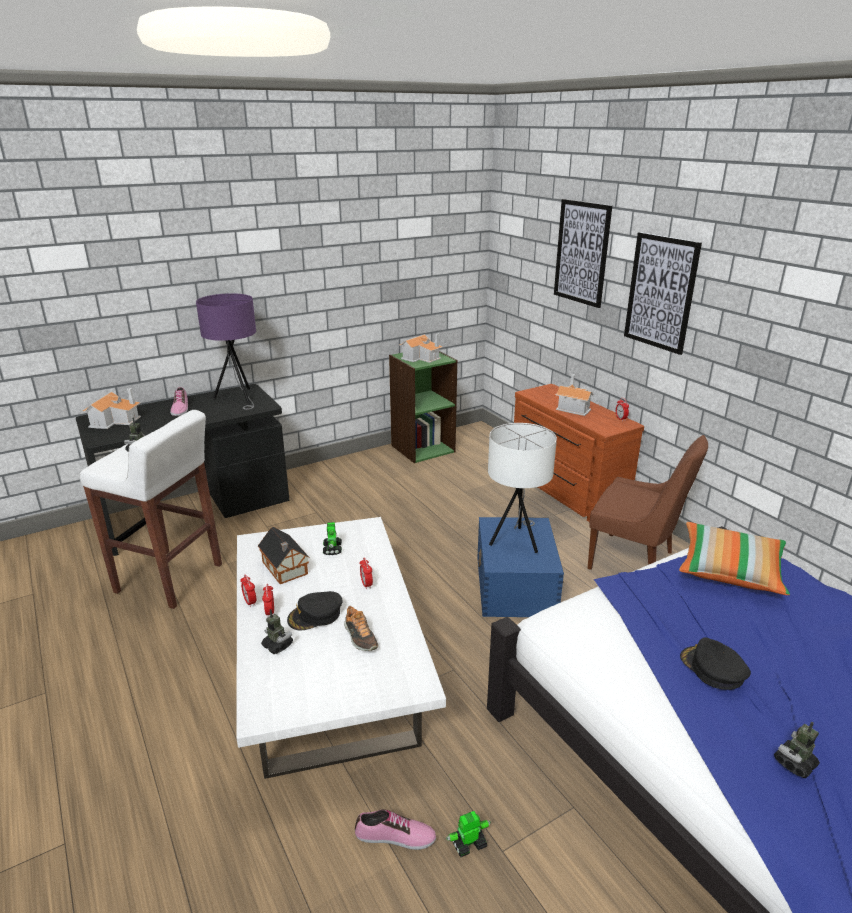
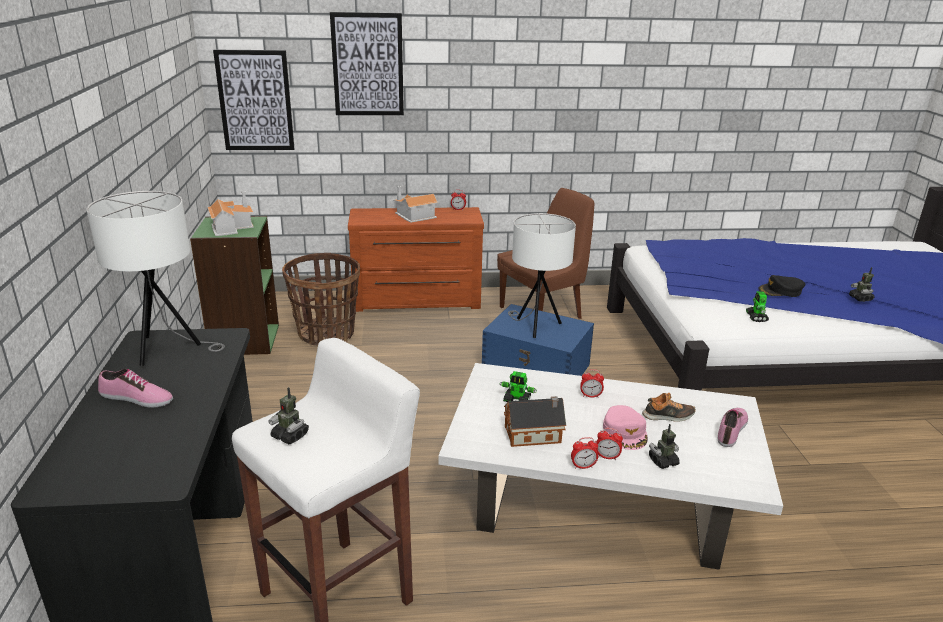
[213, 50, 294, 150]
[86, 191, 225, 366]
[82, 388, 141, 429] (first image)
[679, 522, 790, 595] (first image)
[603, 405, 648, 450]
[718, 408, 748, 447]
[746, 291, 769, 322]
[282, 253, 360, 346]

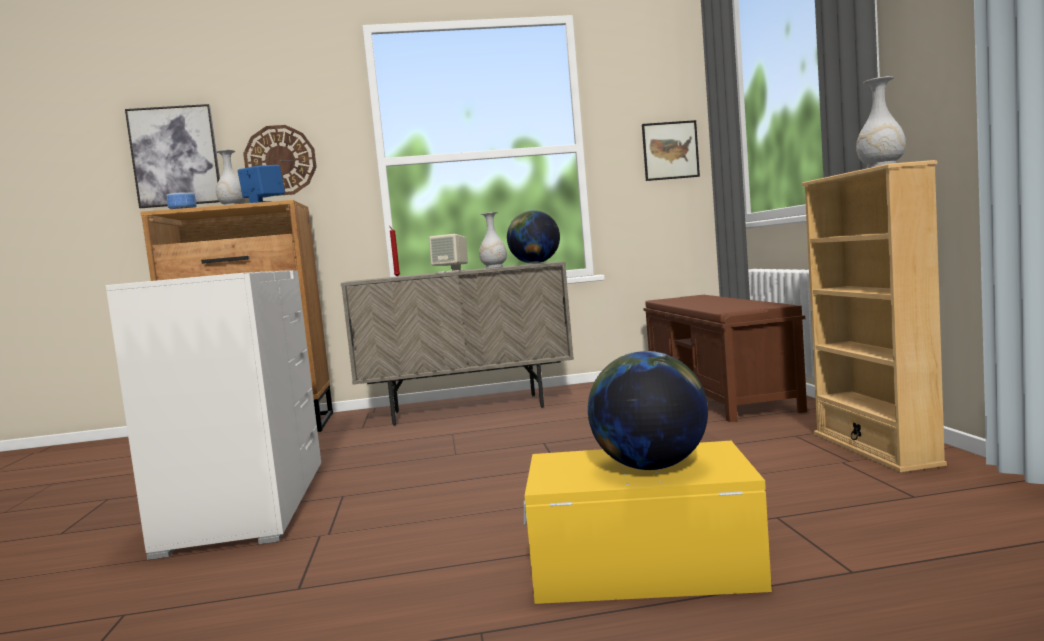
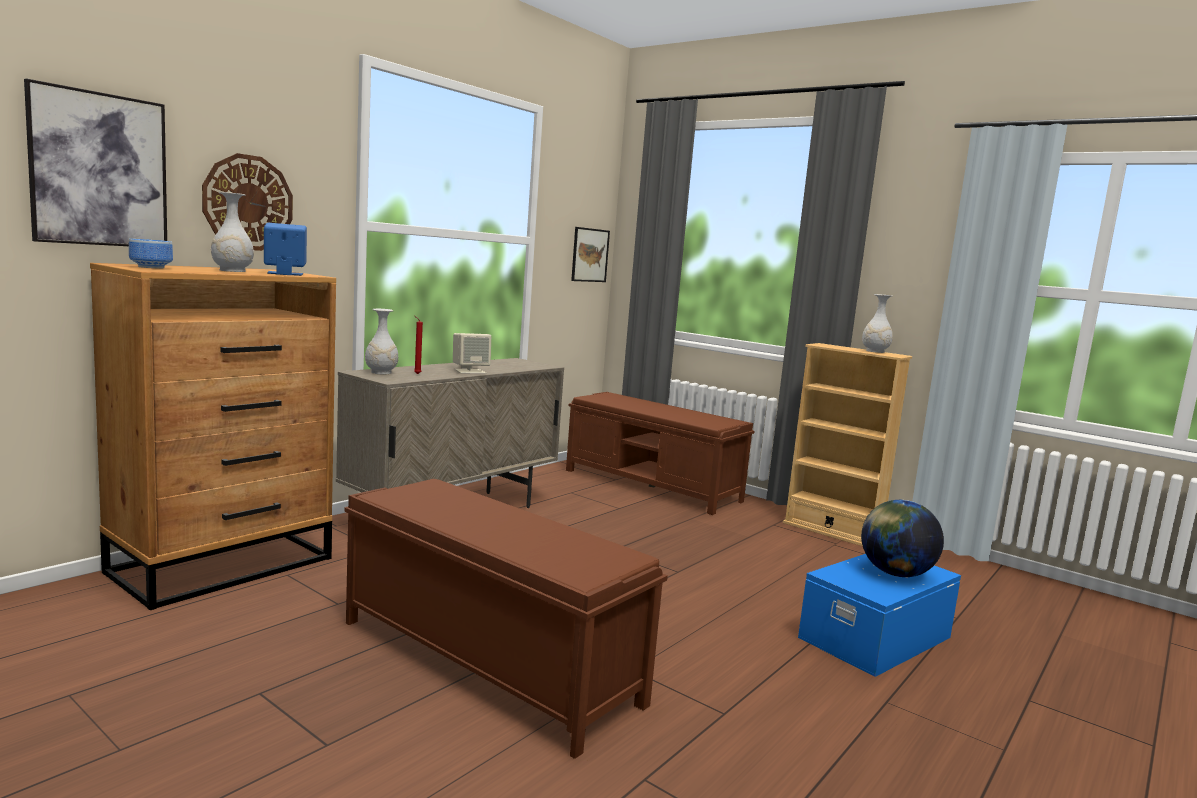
[507, 210, 560, 264] (first image)
[365, 309, 398, 374]
[344, 479, 668, 759]
[798, 554, 961, 677]

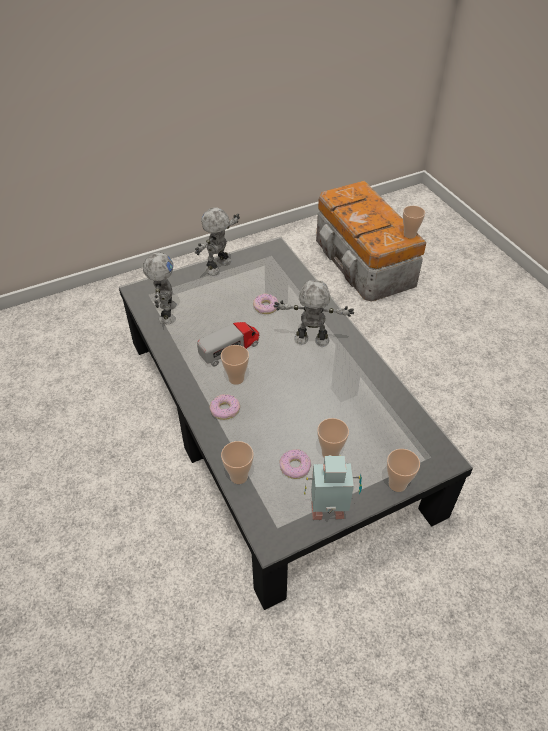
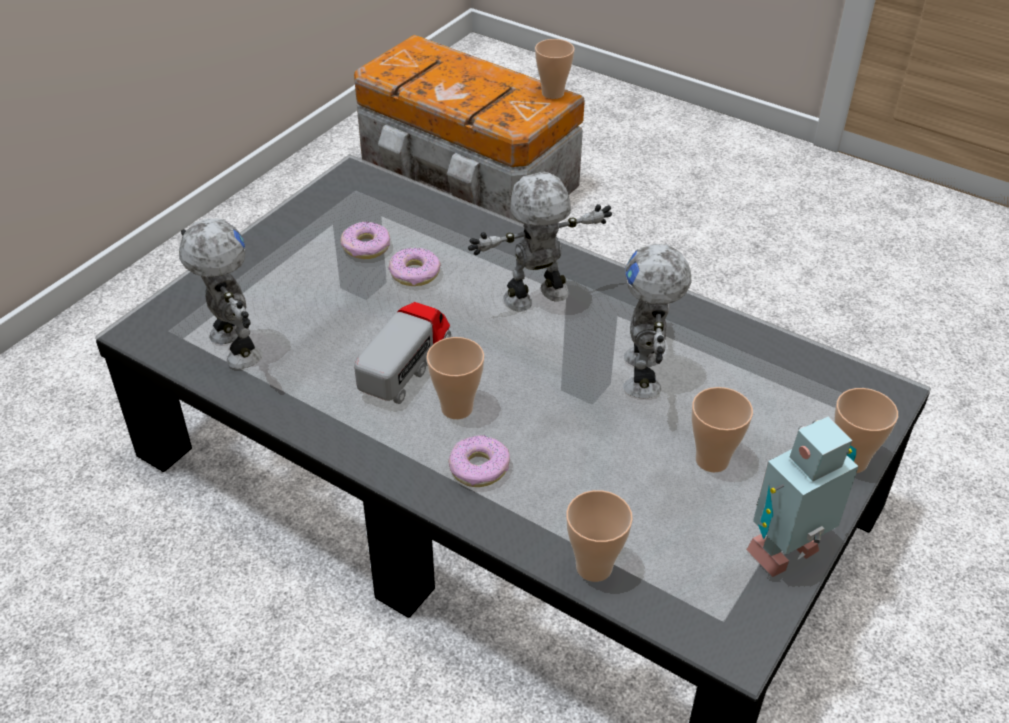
[624, 244, 691, 398]
[341, 221, 390, 259]

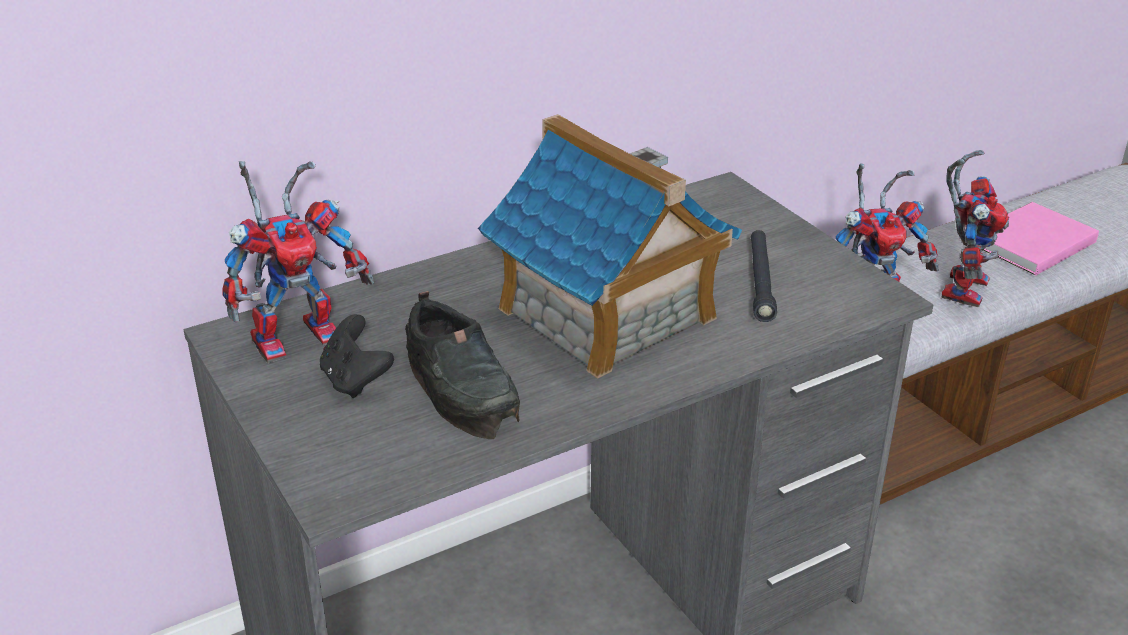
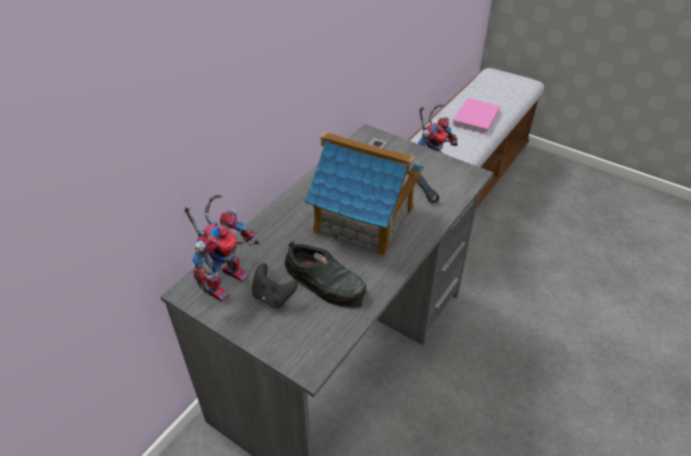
[942, 150, 1009, 308] (first image)

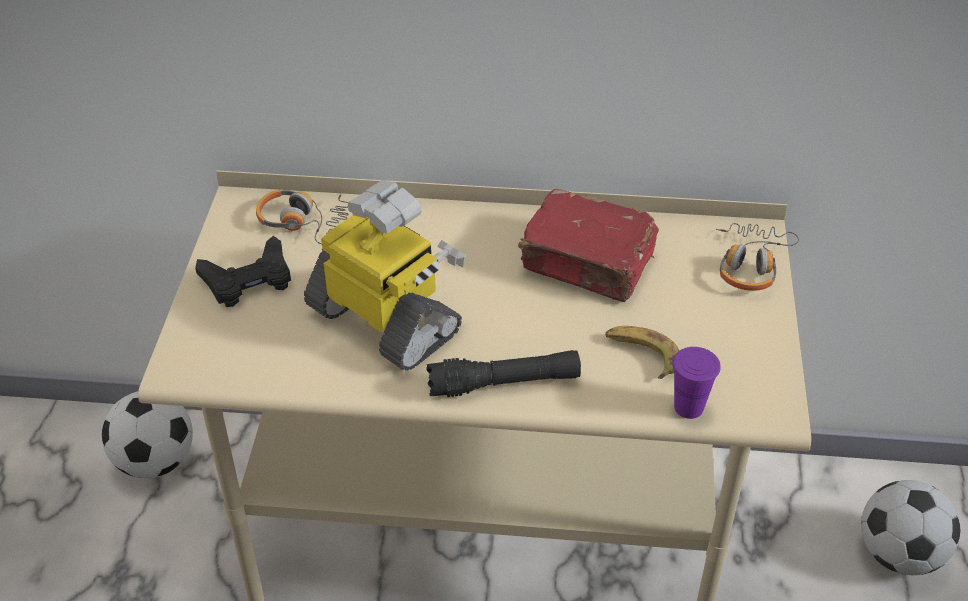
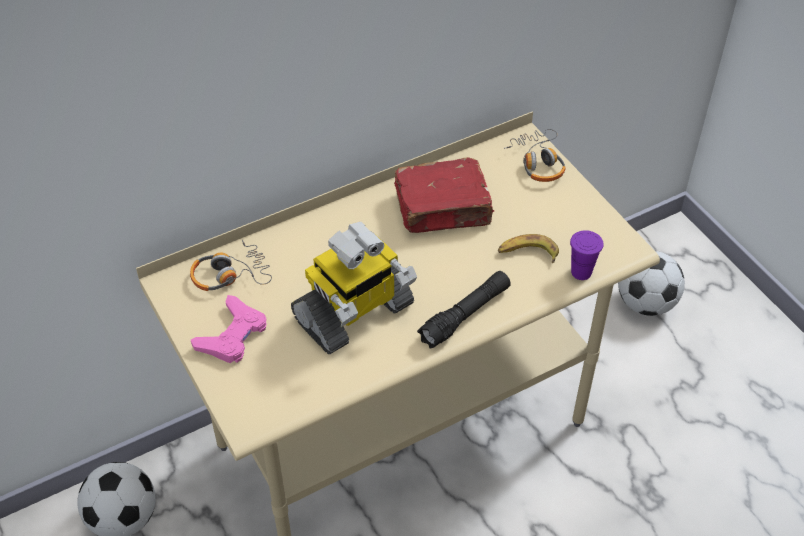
[291, 222, 417, 354]
[191, 295, 267, 363]

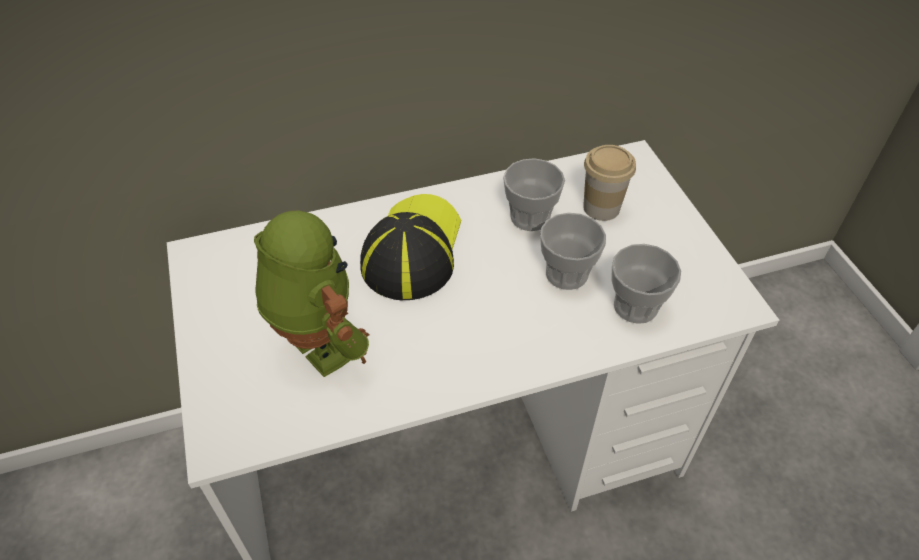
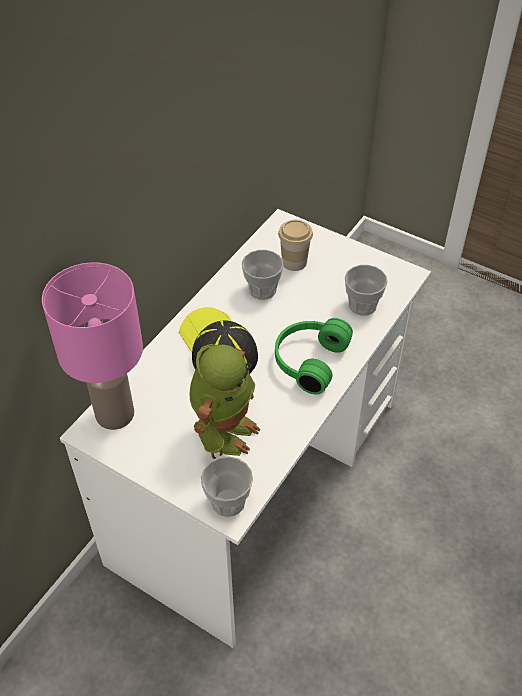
[189, 344, 260, 459]
[201, 456, 253, 517]
[42, 262, 143, 430]
[275, 318, 353, 394]

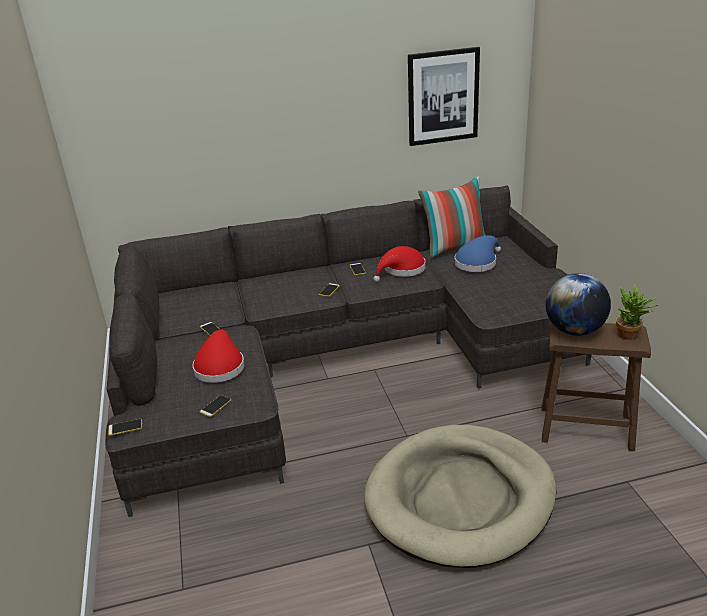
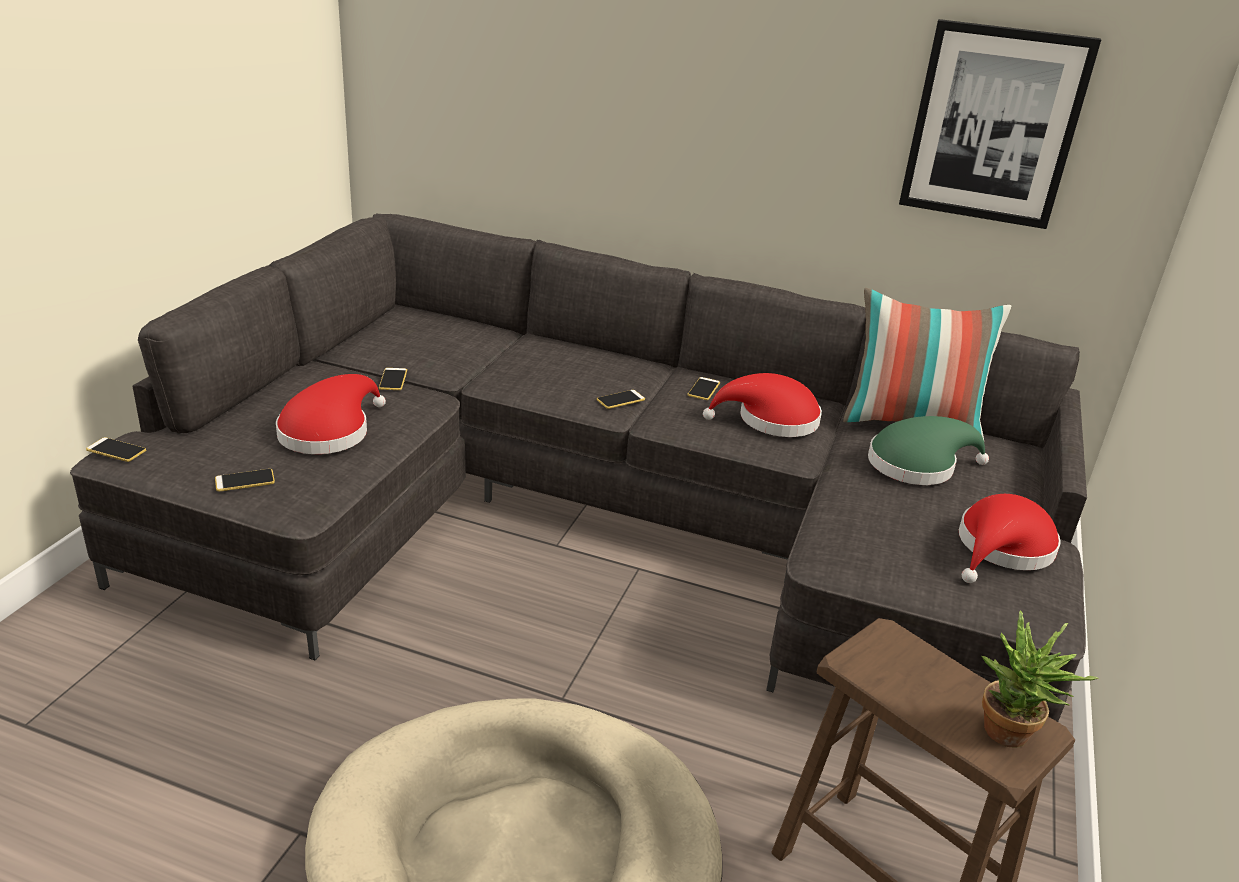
[868, 416, 989, 485]
[545, 273, 611, 336] (first image)
[959, 494, 1061, 583]

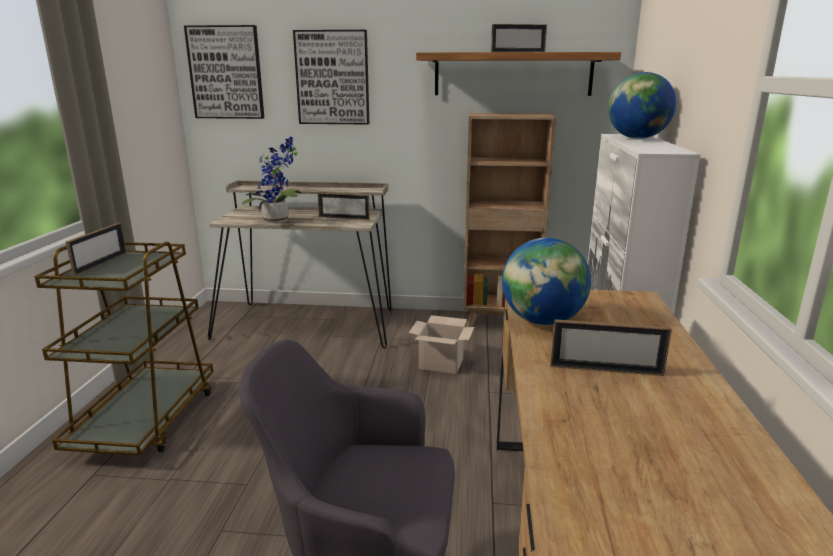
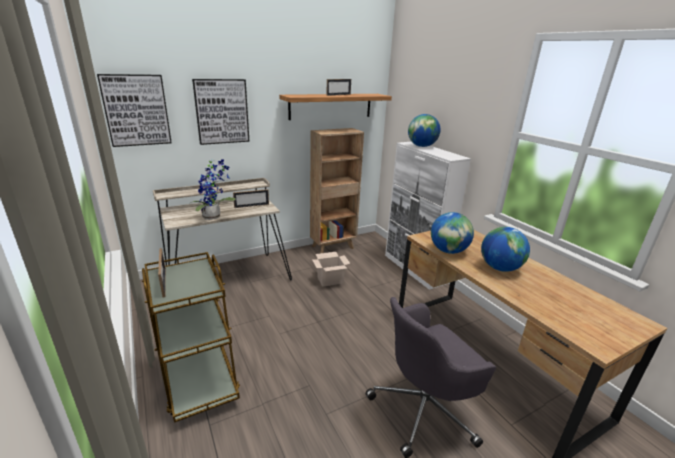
[481, 227, 530, 272]

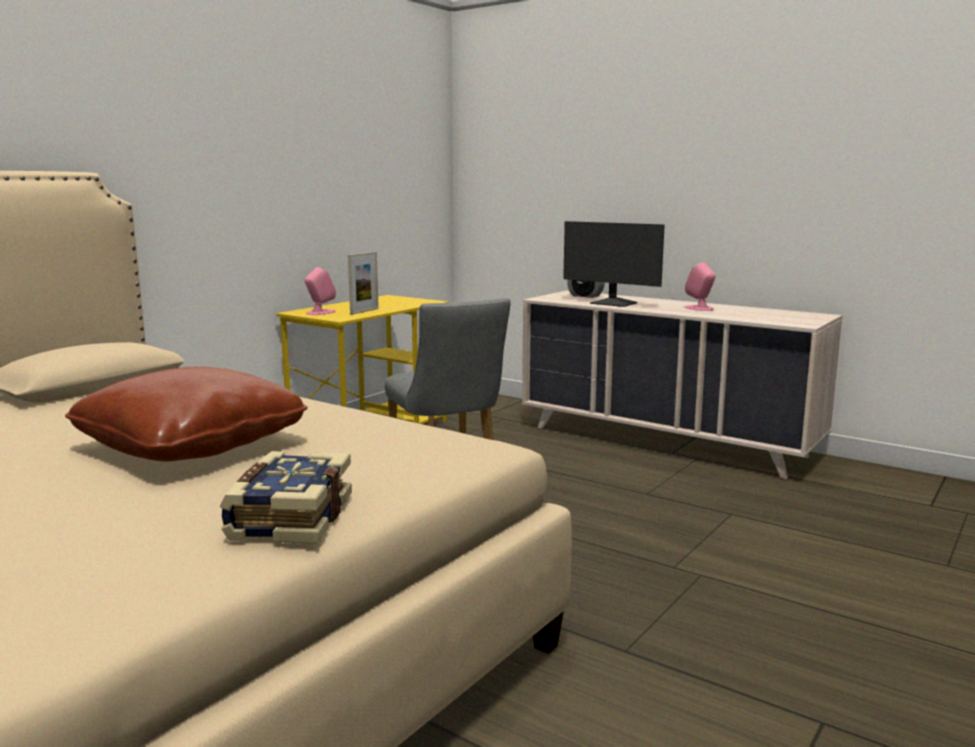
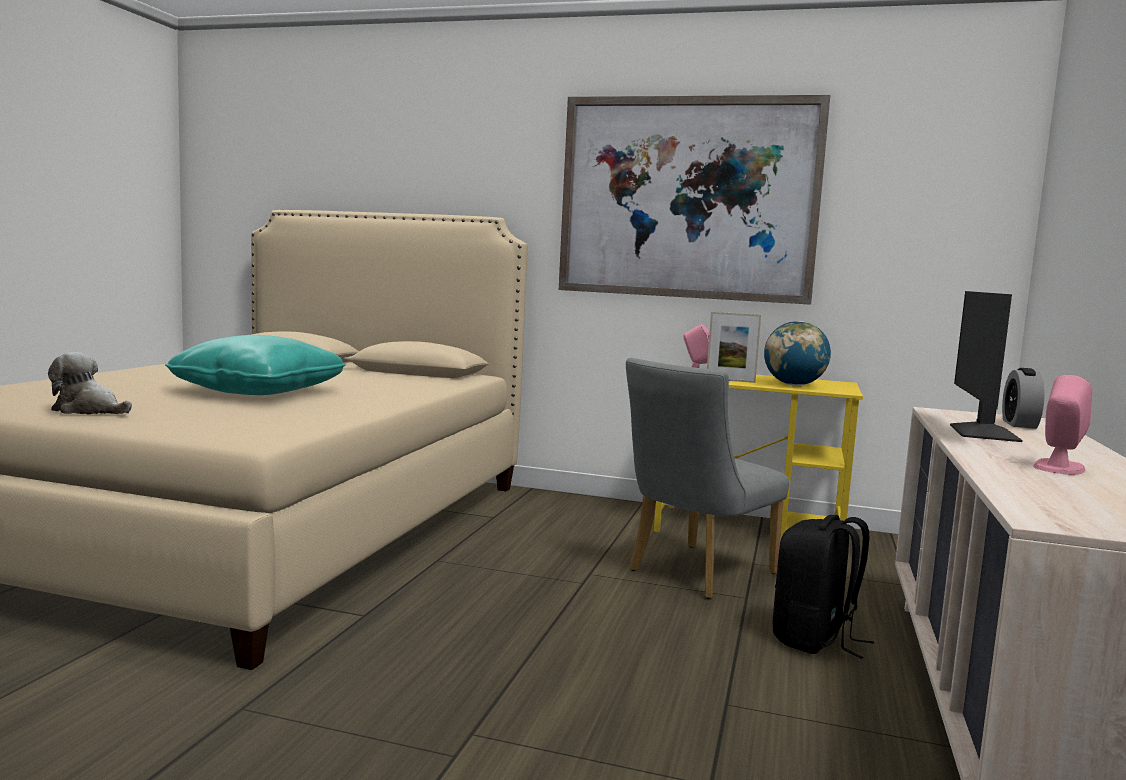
[165, 335, 346, 395]
[48, 352, 132, 414]
[559, 95, 830, 305]
[764, 321, 831, 386]
[773, 515, 874, 659]

